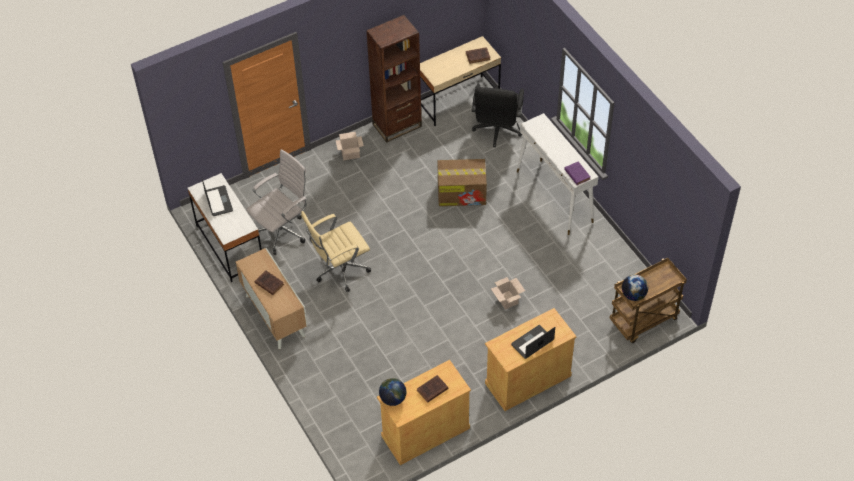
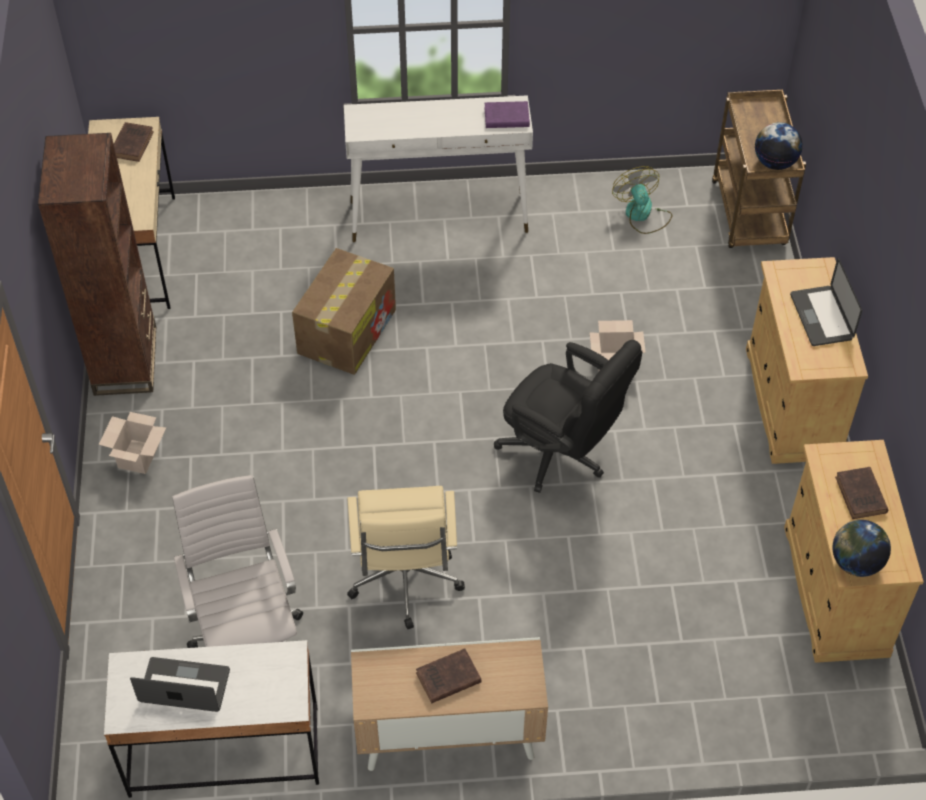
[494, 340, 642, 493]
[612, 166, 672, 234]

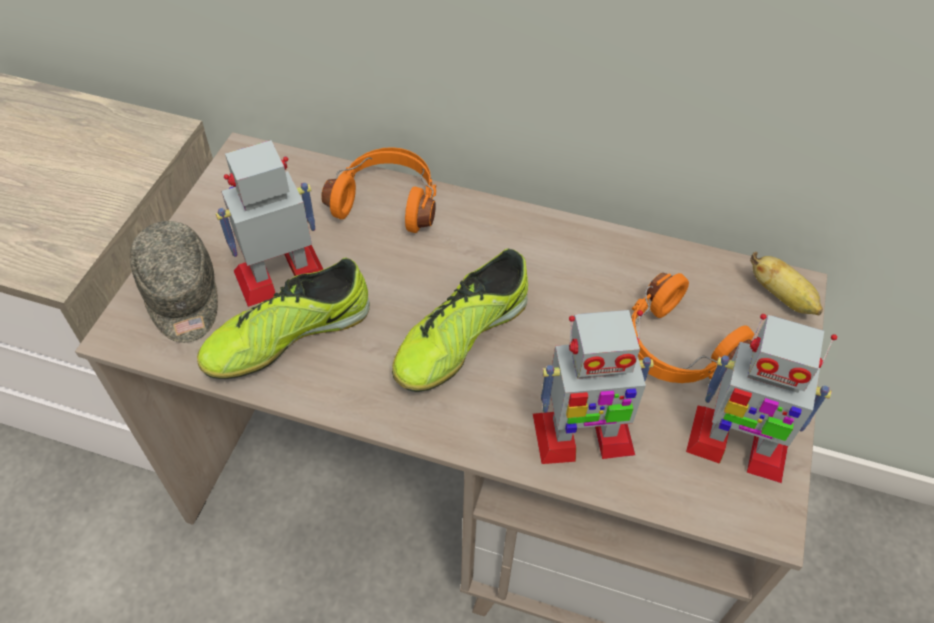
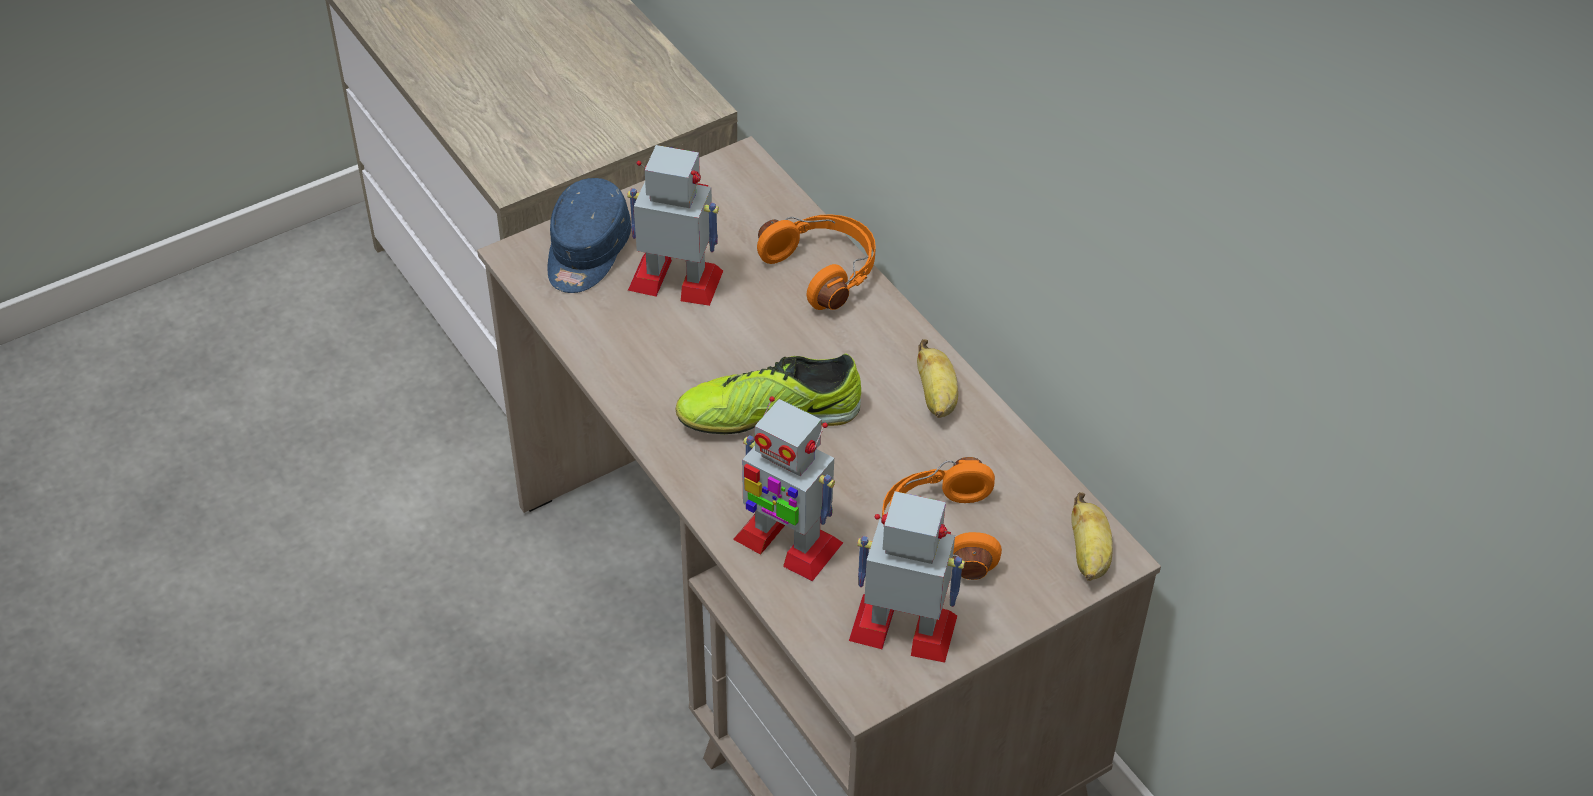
[547, 178, 631, 293]
[197, 257, 370, 379] (first image)
[849, 491, 965, 663]
[917, 339, 958, 418]

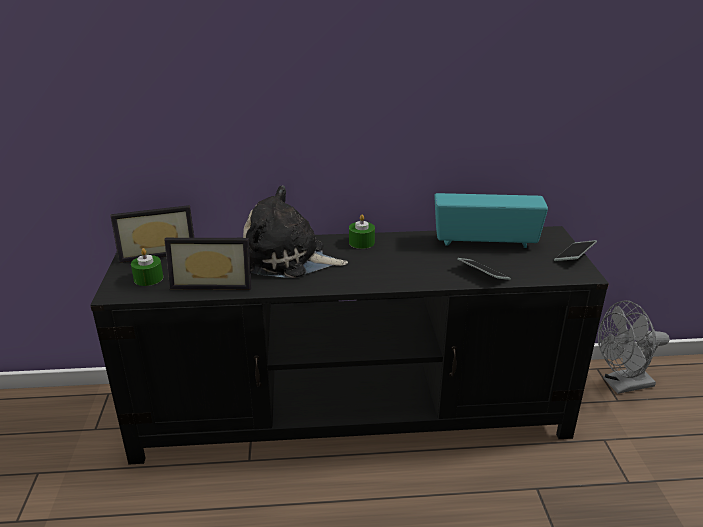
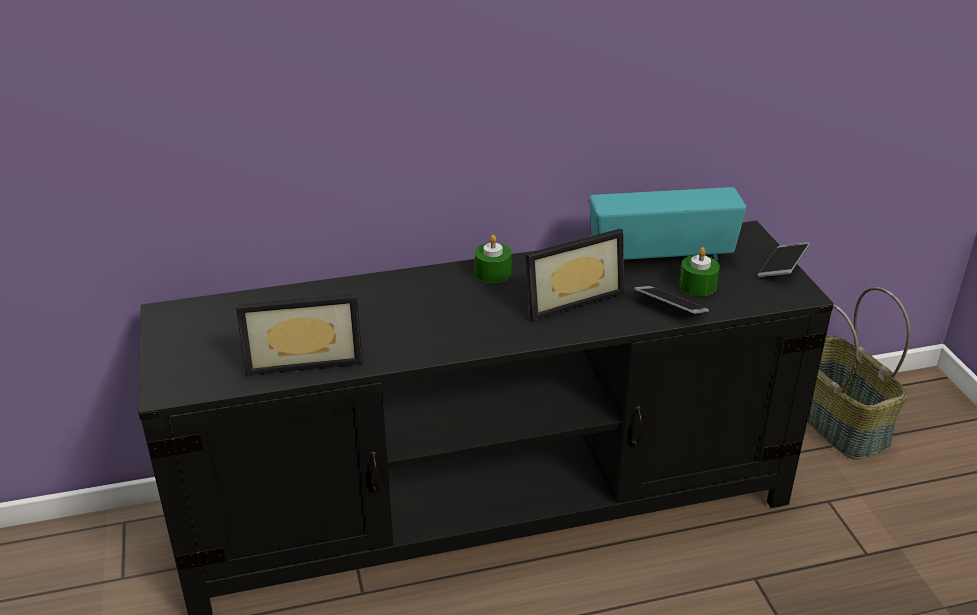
[243, 185, 348, 278] (first image)
[525, 229, 625, 321]
[679, 247, 720, 296]
[807, 287, 910, 459]

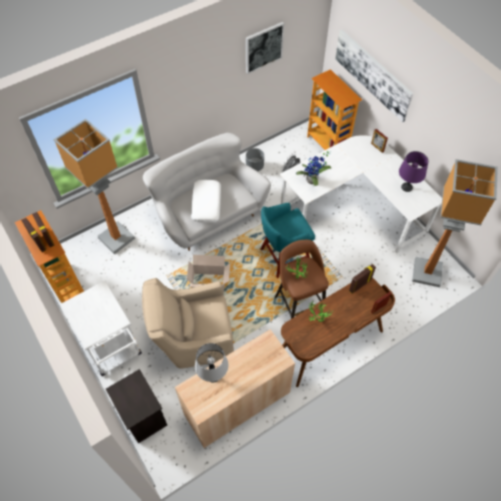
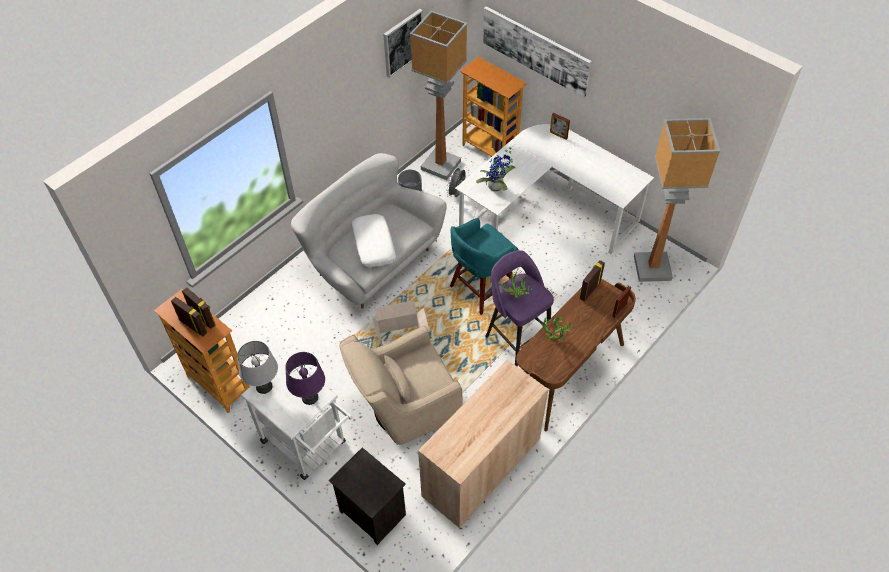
[410, 11, 468, 180]
[285, 352, 325, 405]
[485, 250, 554, 367]
[237, 341, 278, 394]

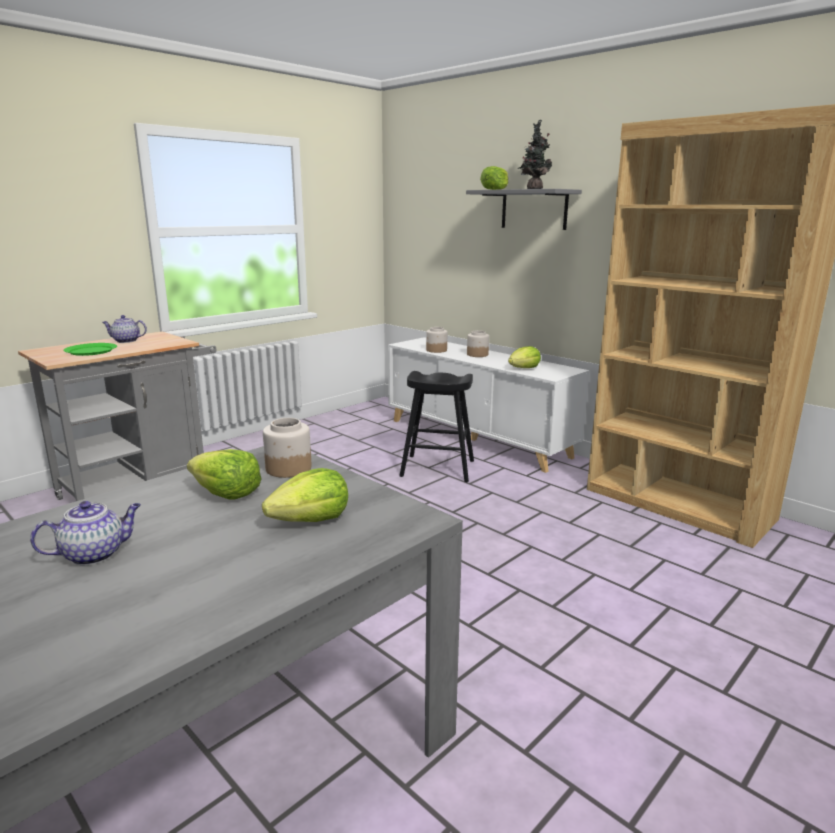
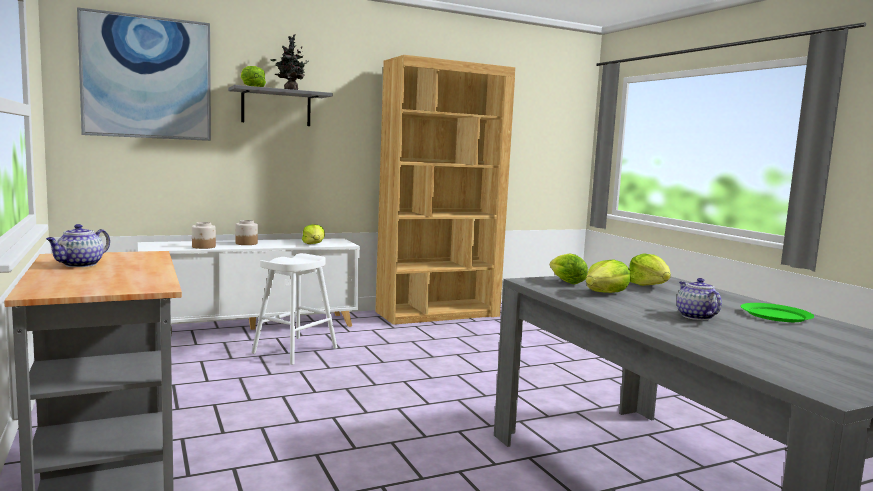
[741, 303, 814, 322]
[251, 253, 337, 365]
[550, 253, 588, 284]
[77, 7, 211, 141]

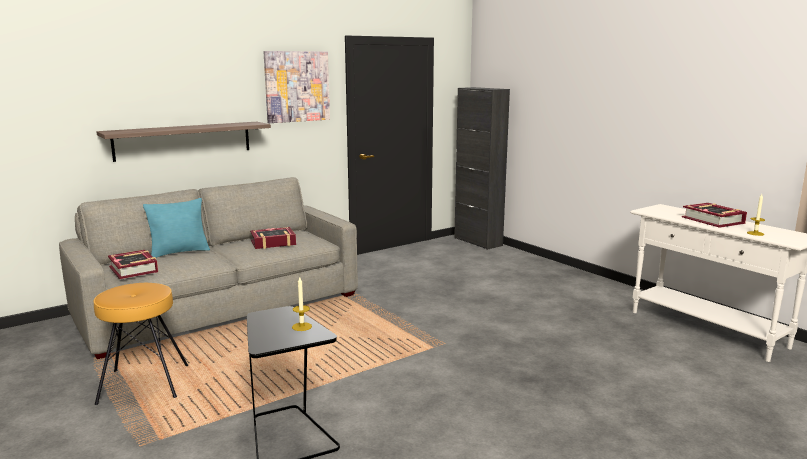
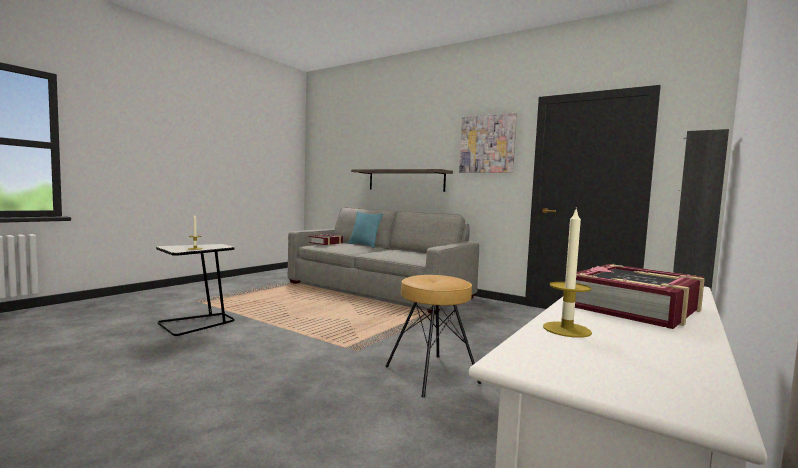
[250, 227, 296, 249] (first image)
[385, 275, 481, 398]

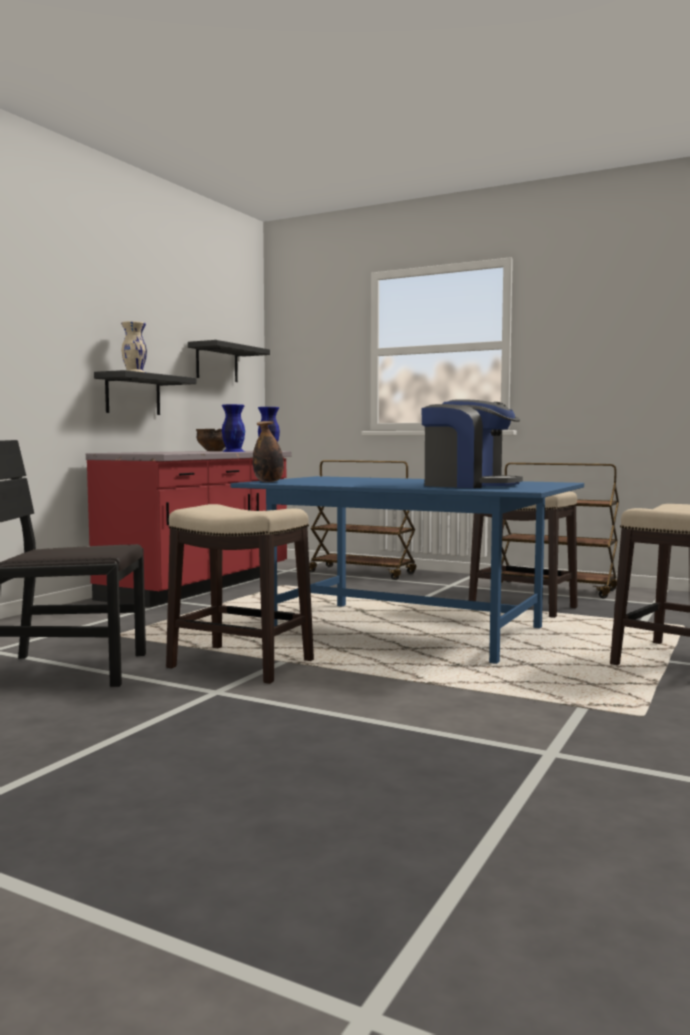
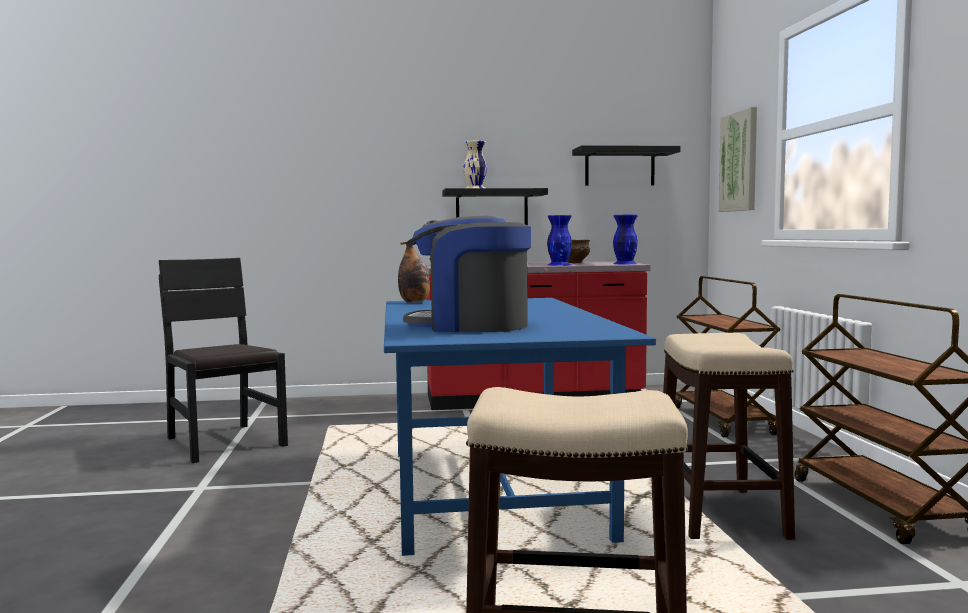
[403, 216, 531, 332]
[166, 504, 314, 684] (first image)
[719, 107, 757, 212]

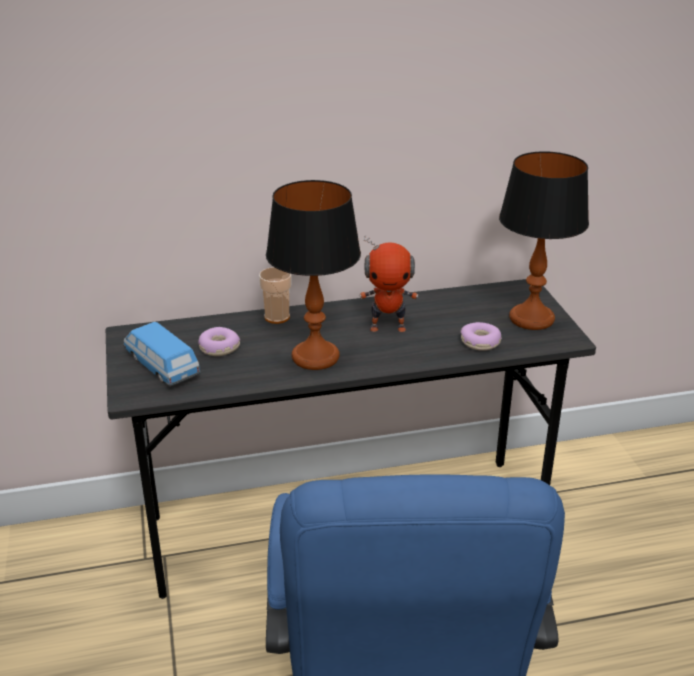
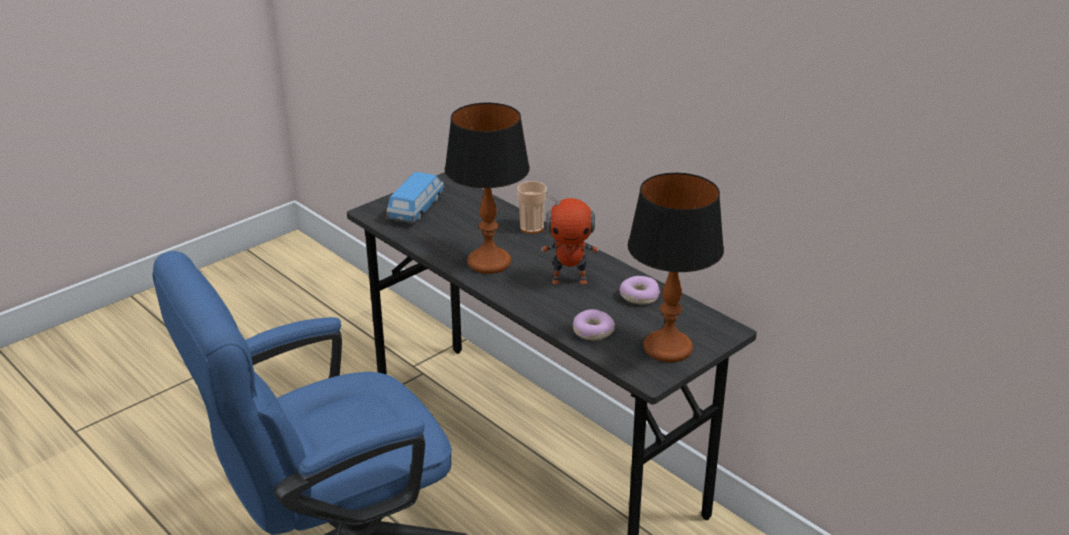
[541, 191, 599, 285]
[620, 276, 660, 305]

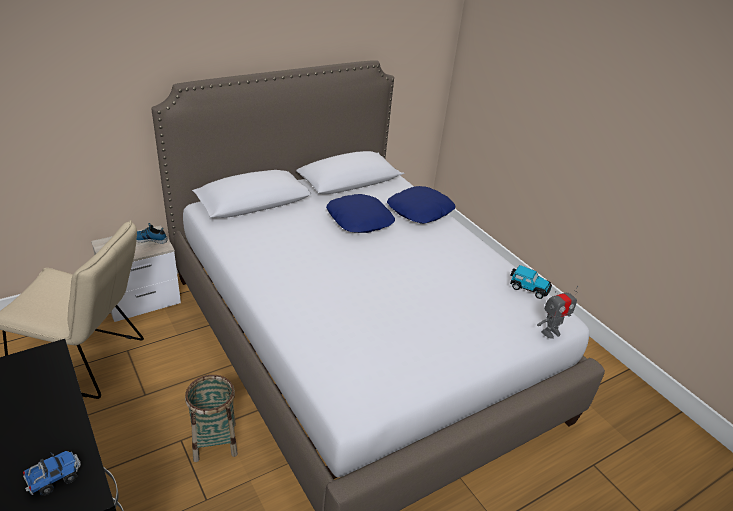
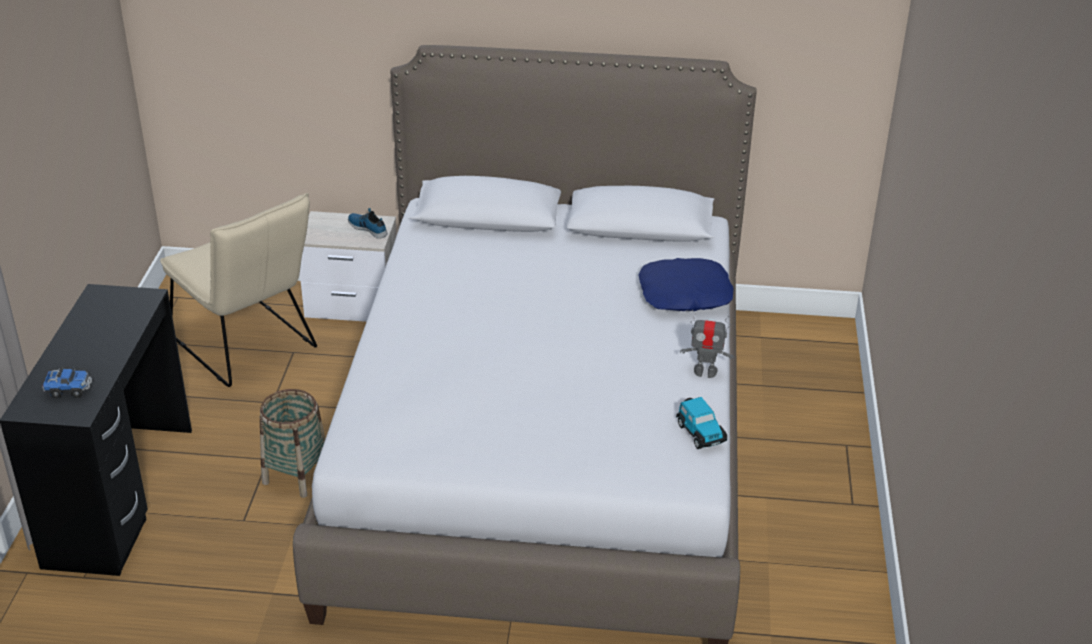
[326, 194, 395, 233] (first image)
[680, 310, 734, 378]

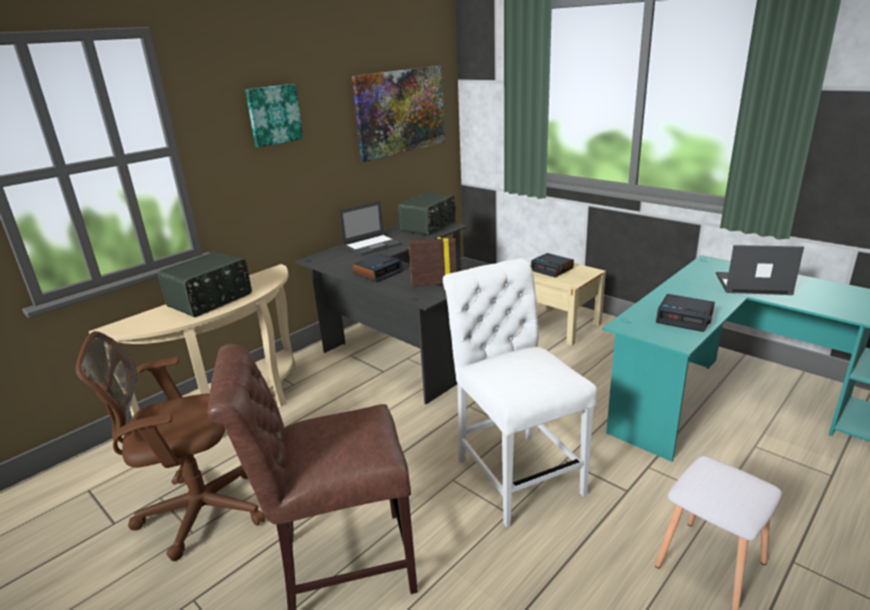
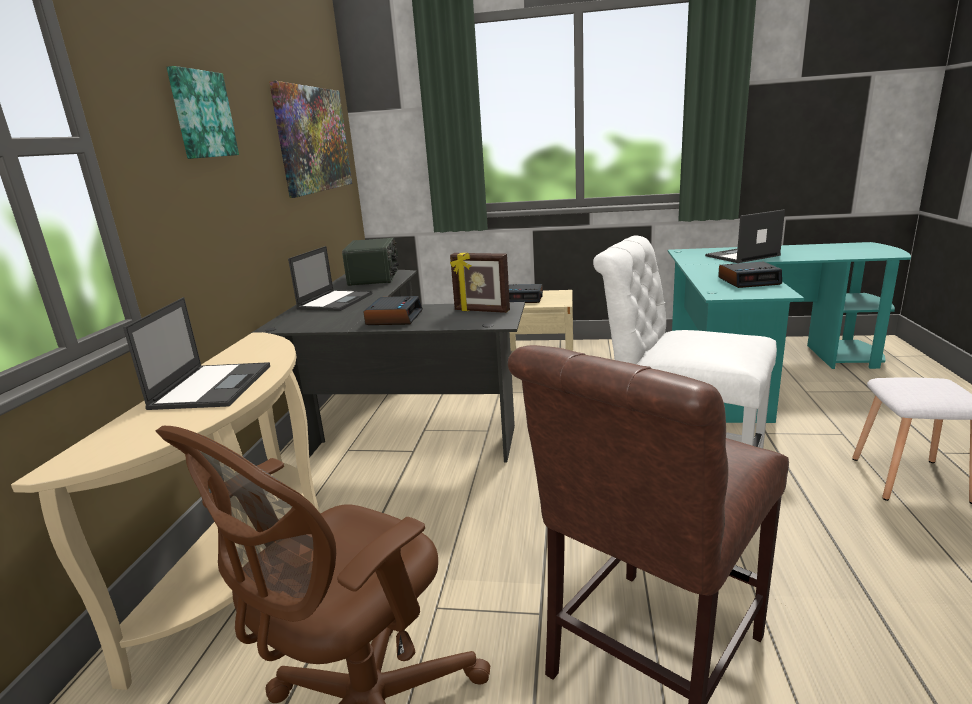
[450, 253, 510, 313]
[123, 297, 270, 410]

